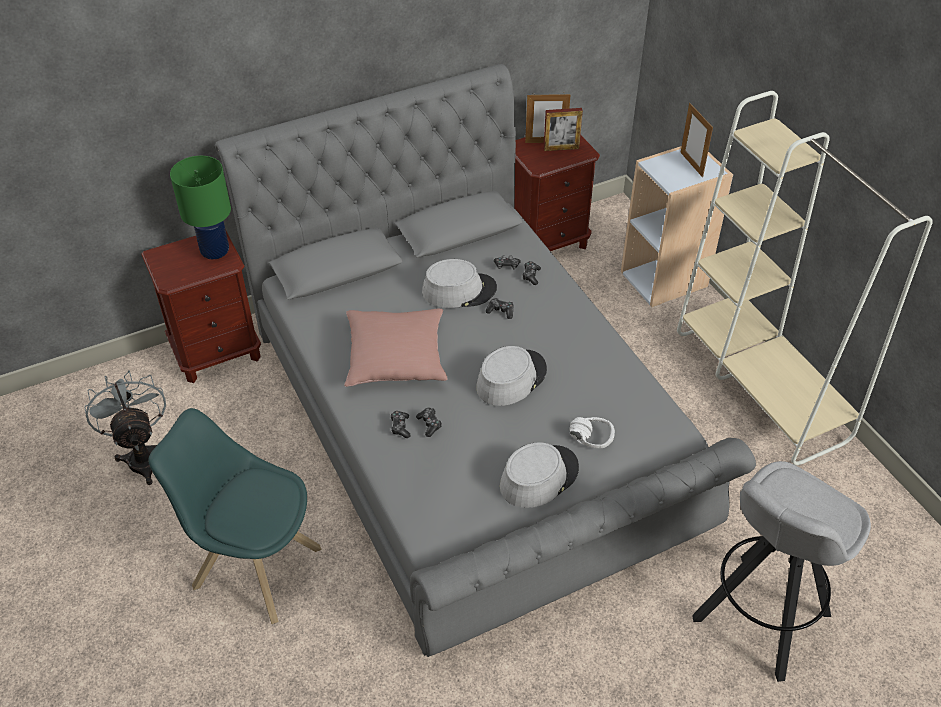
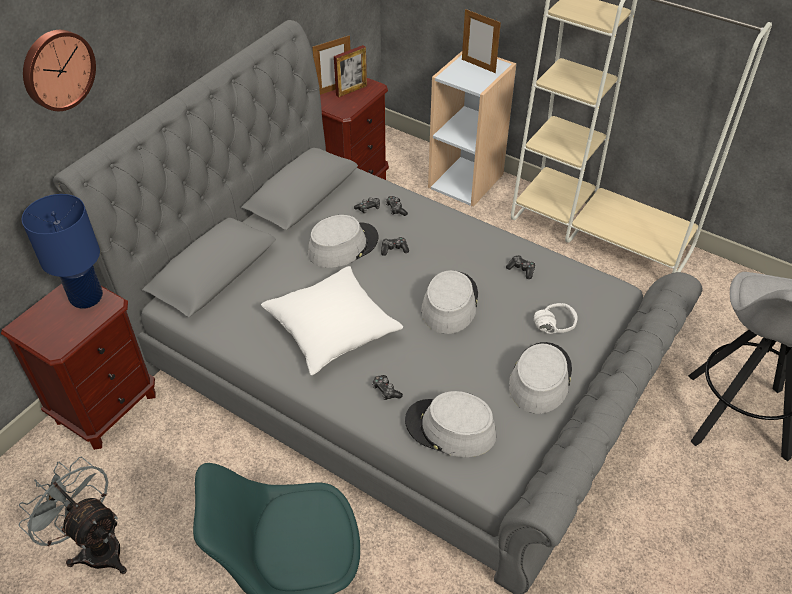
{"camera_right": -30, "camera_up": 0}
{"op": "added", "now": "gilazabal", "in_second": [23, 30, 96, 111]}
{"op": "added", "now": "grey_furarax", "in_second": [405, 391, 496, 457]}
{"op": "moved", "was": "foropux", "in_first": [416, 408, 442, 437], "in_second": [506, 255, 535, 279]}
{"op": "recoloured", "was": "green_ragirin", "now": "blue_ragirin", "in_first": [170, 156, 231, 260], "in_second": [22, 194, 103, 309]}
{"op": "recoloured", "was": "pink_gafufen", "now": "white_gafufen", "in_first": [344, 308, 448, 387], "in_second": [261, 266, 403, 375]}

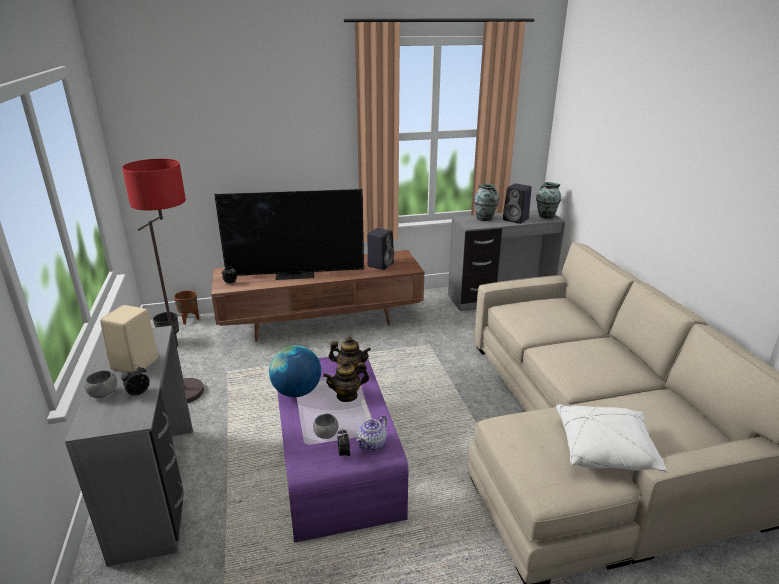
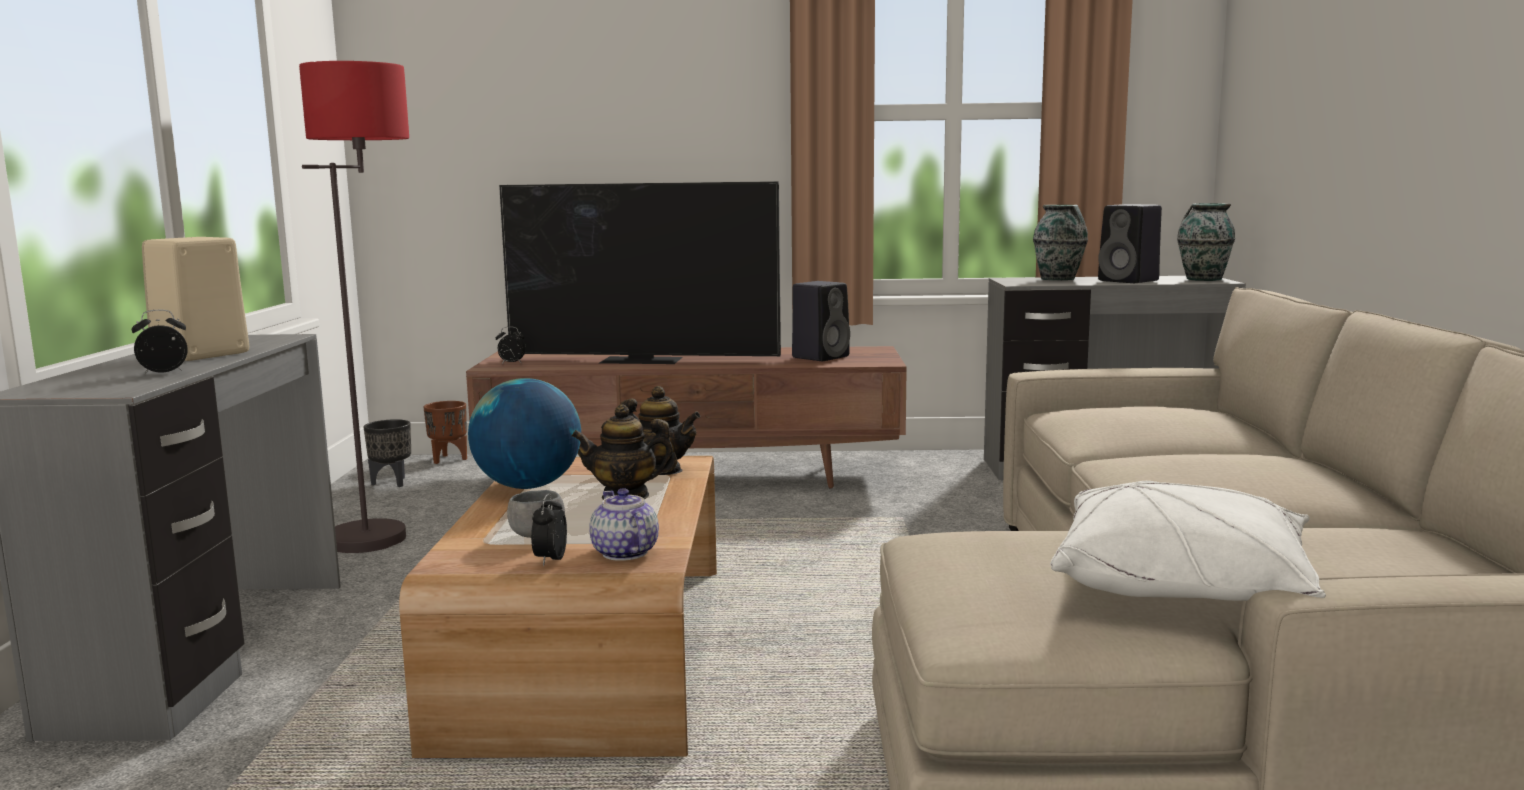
{"camera_right": 15, "camera_up": -15}
{"op": "removed", "was": "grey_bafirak", "in_first": [84, 371, 117, 398]}
{"op": "recoloured", "was": "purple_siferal", "now": "brown_siferal", "in_first": [277, 356, 408, 542], "in_second": [399, 456, 717, 758]}
{"op": "turned", "was": "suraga", "in_first": [356, 415, 387, 450], "in_second": [589, 488, 659, 561], "clockwise": 105}

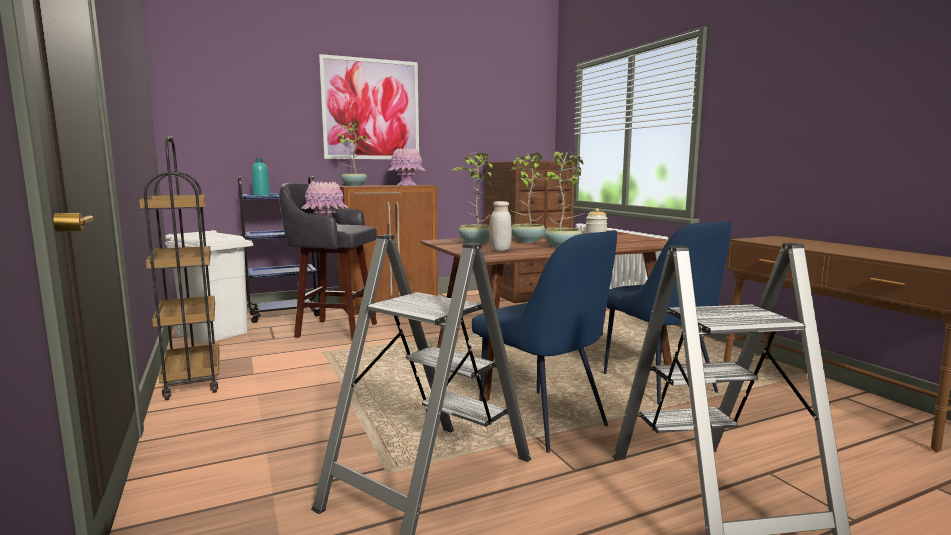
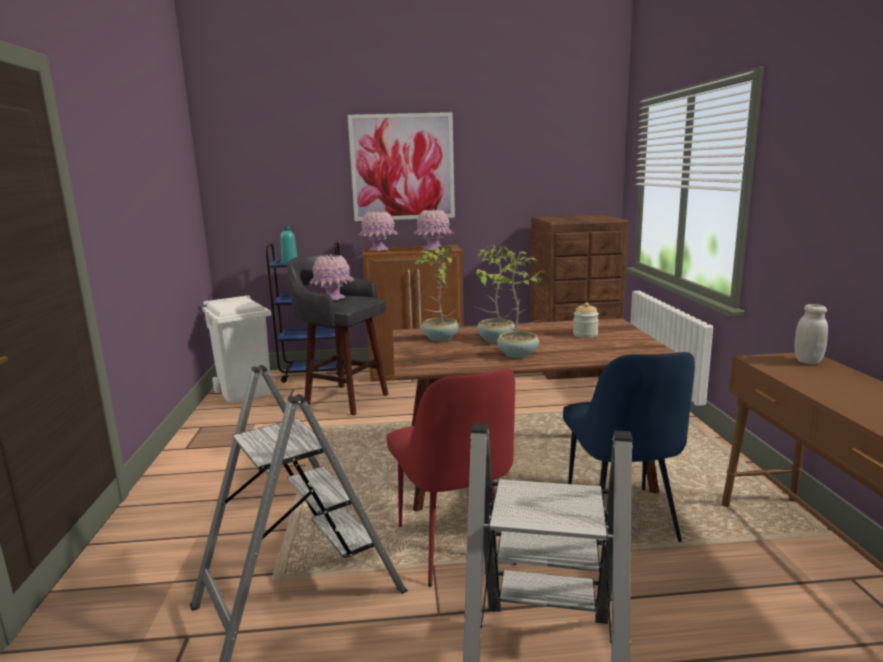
{"camera_right": 20, "camera_up": 5}
{"op": "removed", "was": "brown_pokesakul", "in_first": [139, 135, 219, 400]}
{"op": "moved", "was": "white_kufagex", "in_first": [489, 201, 512, 251], "in_second": [794, 304, 828, 364]}
{"op": "replaced", "was": "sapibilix", "now": "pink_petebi", "in_first": [337, 121, 367, 186], "in_second": [359, 211, 399, 251]}
{"op": "recoloured", "was": "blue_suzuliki", "now": "red_suzuliki", "in_first": [472, 230, 617, 453], "in_second": [387, 368, 517, 587]}

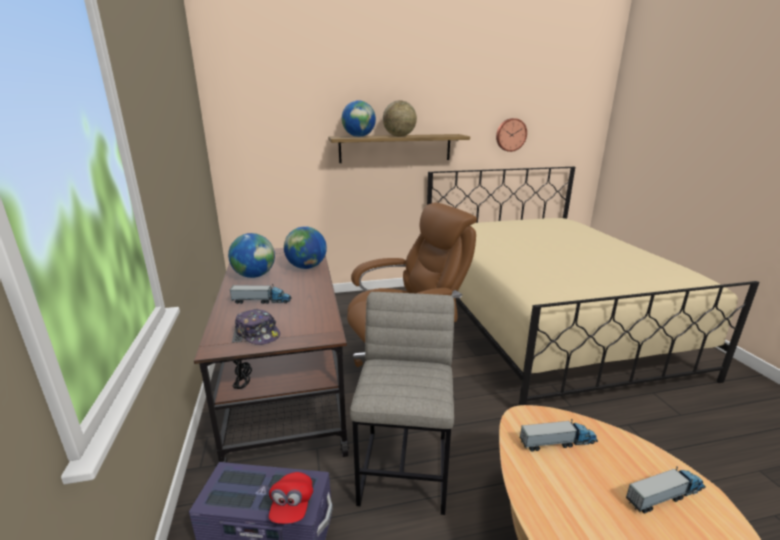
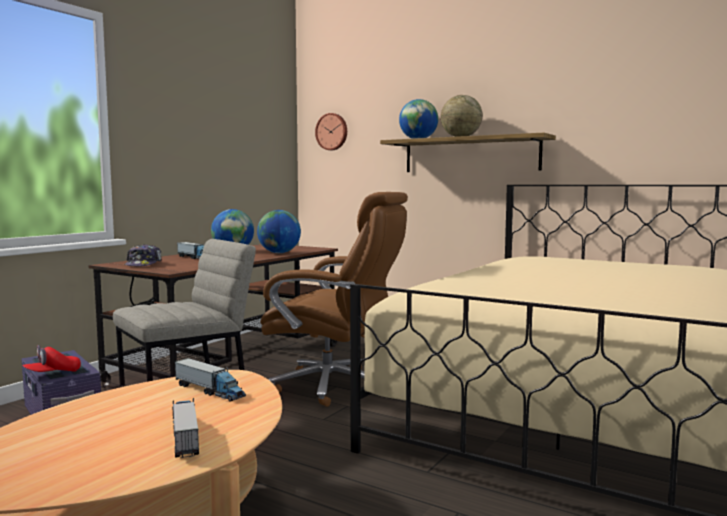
{"camera_right": 45, "camera_up": -15}
{"op": "moved", "was": "gilazabal", "in_first": [496, 118, 527, 152], "in_second": [315, 113, 347, 150]}
{"op": "turned", "was": "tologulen", "in_first": [626, 466, 706, 514], "in_second": [172, 398, 199, 458], "clockwise": -135}

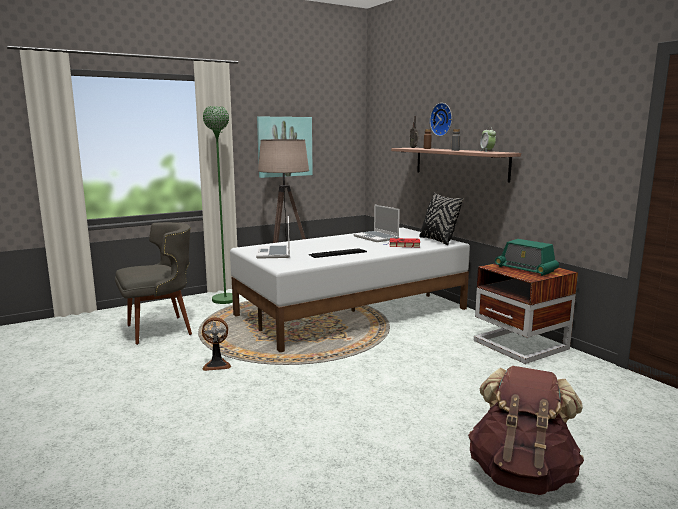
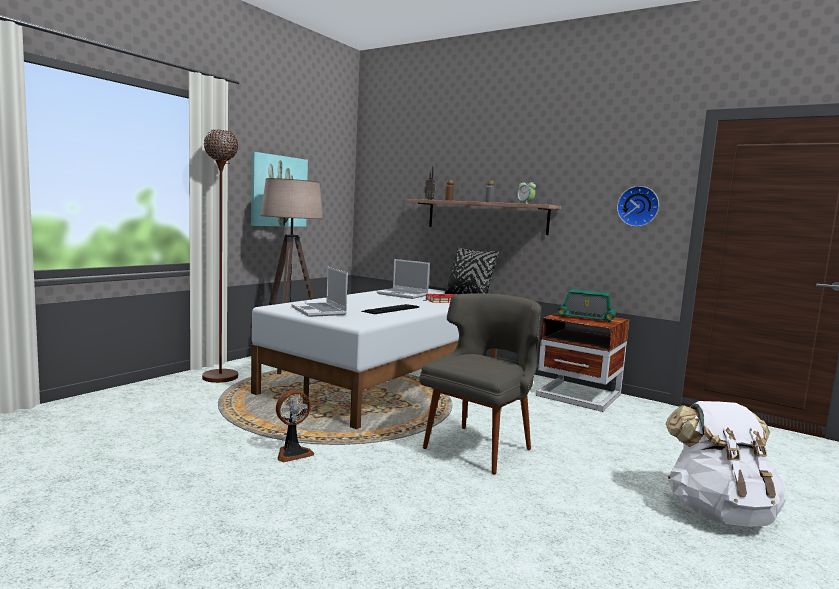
{"camera_right": -25, "camera_up": -5}
{"op": "moved", "was": "grey_suzuliki", "in_first": [115, 222, 192, 345], "in_second": [419, 293, 541, 474]}
{"op": "moved", "was": "gilazabal", "in_first": [430, 103, 452, 136], "in_second": [617, 186, 659, 227]}
{"op": "recoloured", "was": "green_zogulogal", "now": "brown_zogulogal", "in_first": [203, 106, 233, 304], "in_second": [202, 130, 238, 383]}
{"op": "recoloured", "was": "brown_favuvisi", "now": "white_favuvisi", "in_first": [468, 366, 584, 495], "in_second": [666, 401, 786, 527]}

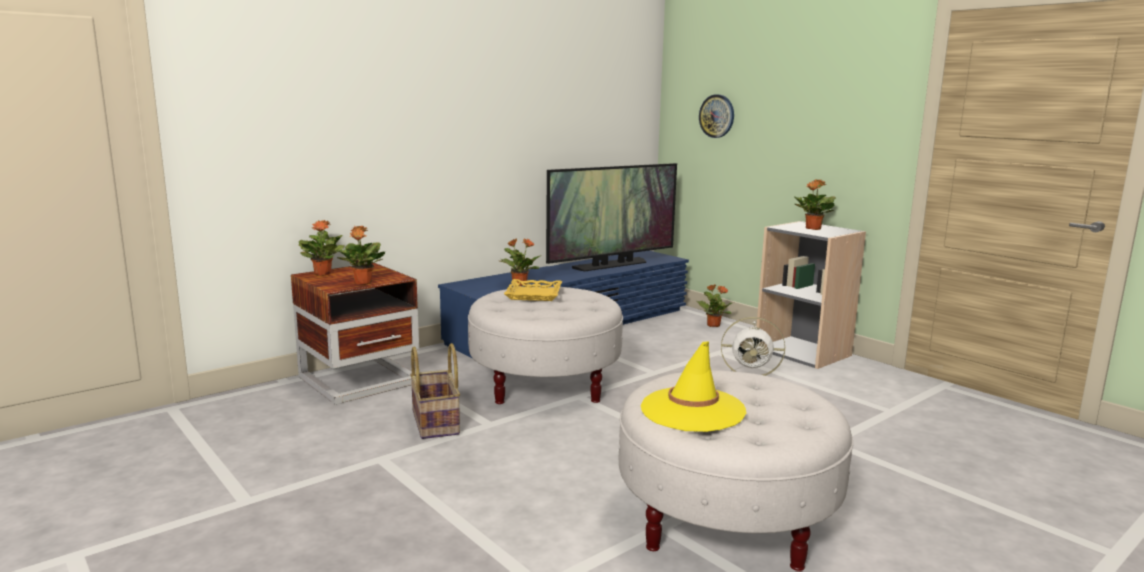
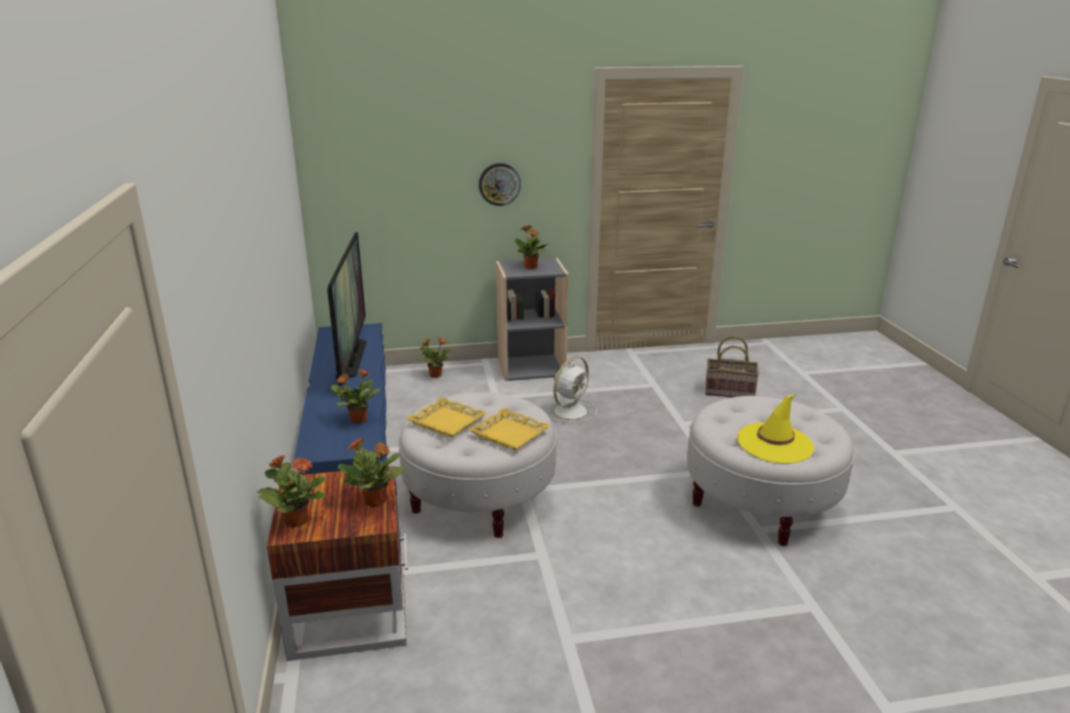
{"camera_right": -60, "camera_up": 10}
{"op": "added", "now": "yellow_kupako", "in_second": [468, 408, 551, 450]}
{"op": "moved", "was": "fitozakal", "in_first": [410, 343, 460, 439], "in_second": [705, 335, 759, 397]}
{"op": "moved", "was": "gilazabal", "in_first": [699, 94, 734, 138], "in_second": [479, 163, 521, 206]}

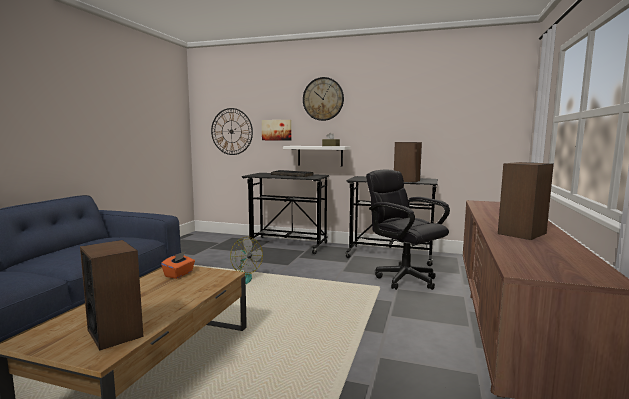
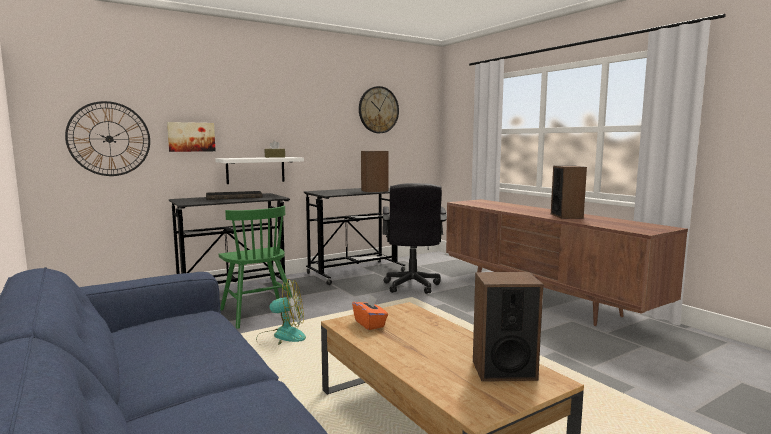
{"camera_right": -50, "camera_up": 0}
{"op": "added", "now": "green_suzuliki", "in_second": [219, 206, 301, 329]}
{"op": "moved", "was": "gilazabal", "in_first": [303, 77, 344, 121], "in_second": [359, 86, 399, 133]}
{"op": "turned", "was": "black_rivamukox", "in_first": [366, 169, 450, 290], "in_second": [382, 183, 447, 294], "clockwise": -90}

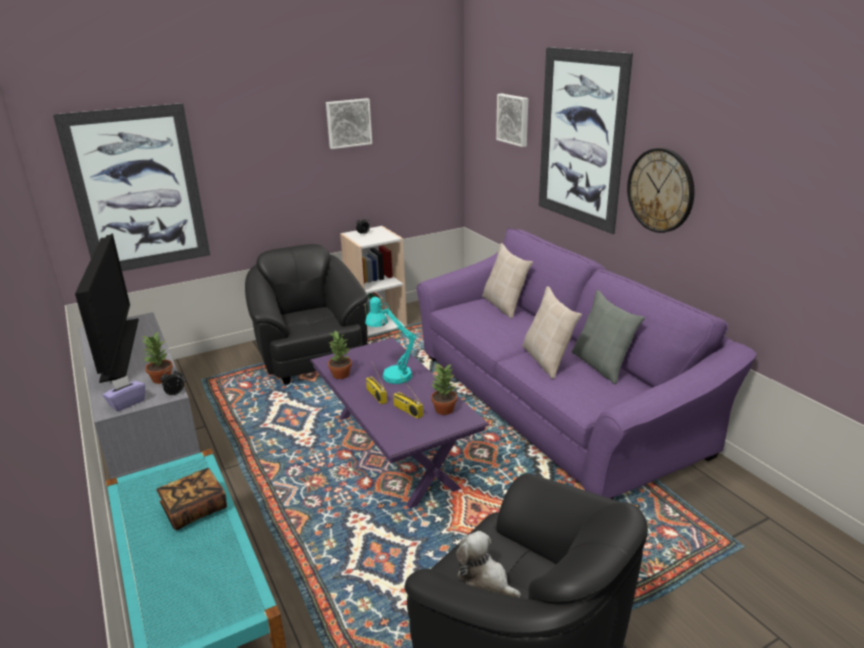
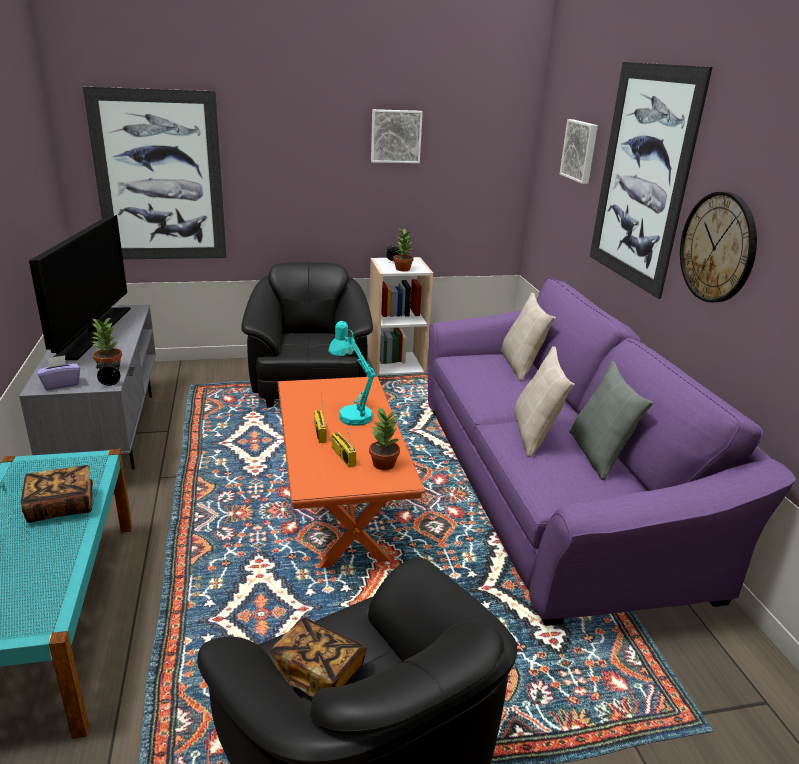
{"camera_right": 15, "camera_up": 0}
{"op": "moved", "was": "sapibilix", "in_first": [328, 330, 352, 379], "in_second": [393, 228, 414, 271]}
{"op": "replaced", "was": "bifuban", "now": "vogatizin", "in_first": [456, 531, 521, 598], "in_second": [270, 618, 367, 698]}
{"op": "recoloured", "was": "purple_siferal", "now": "orange_siferal", "in_first": [310, 338, 489, 509], "in_second": [278, 376, 425, 568]}

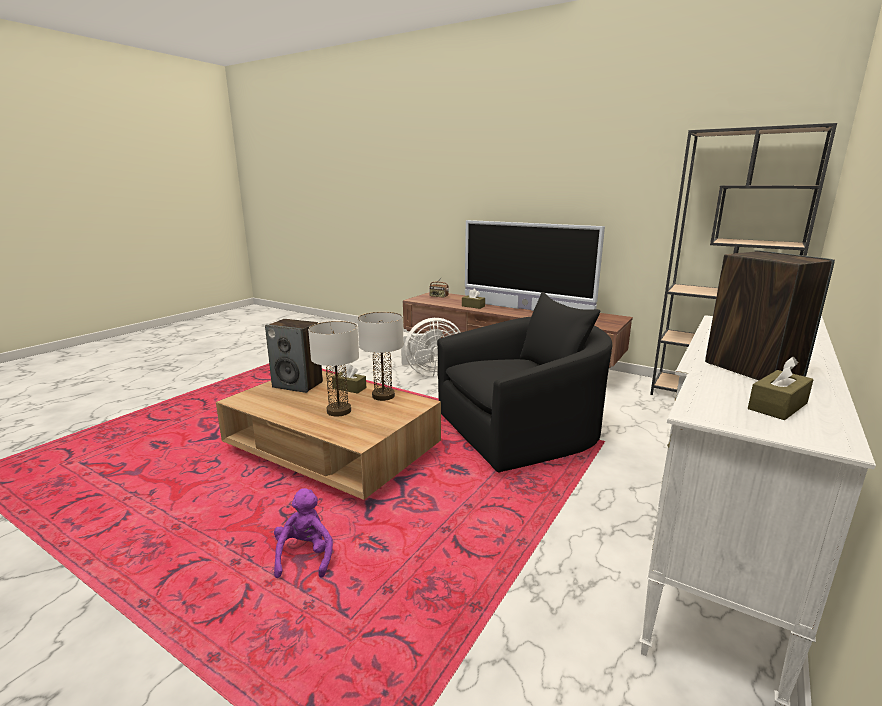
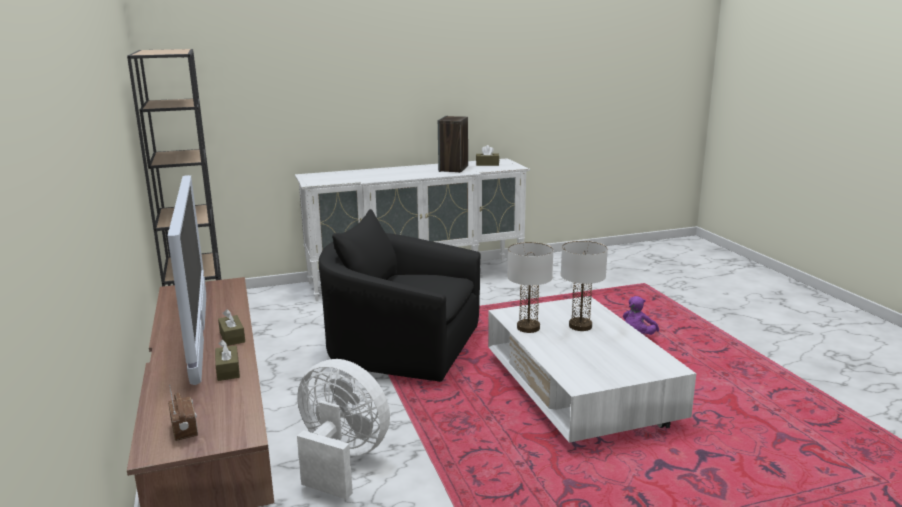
{"camera_right": -140, "camera_up": 0}
{"op": "removed", "was": "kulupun", "in_first": [265, 319, 323, 393]}
{"op": "moved", "was": "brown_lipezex", "in_first": [332, 364, 366, 394], "in_second": [218, 309, 245, 346]}
{"op": "recoloured", "was": "brown_siferal", "now": "white_siferal", "in_first": [216, 371, 441, 500], "in_second": [488, 296, 696, 443]}

